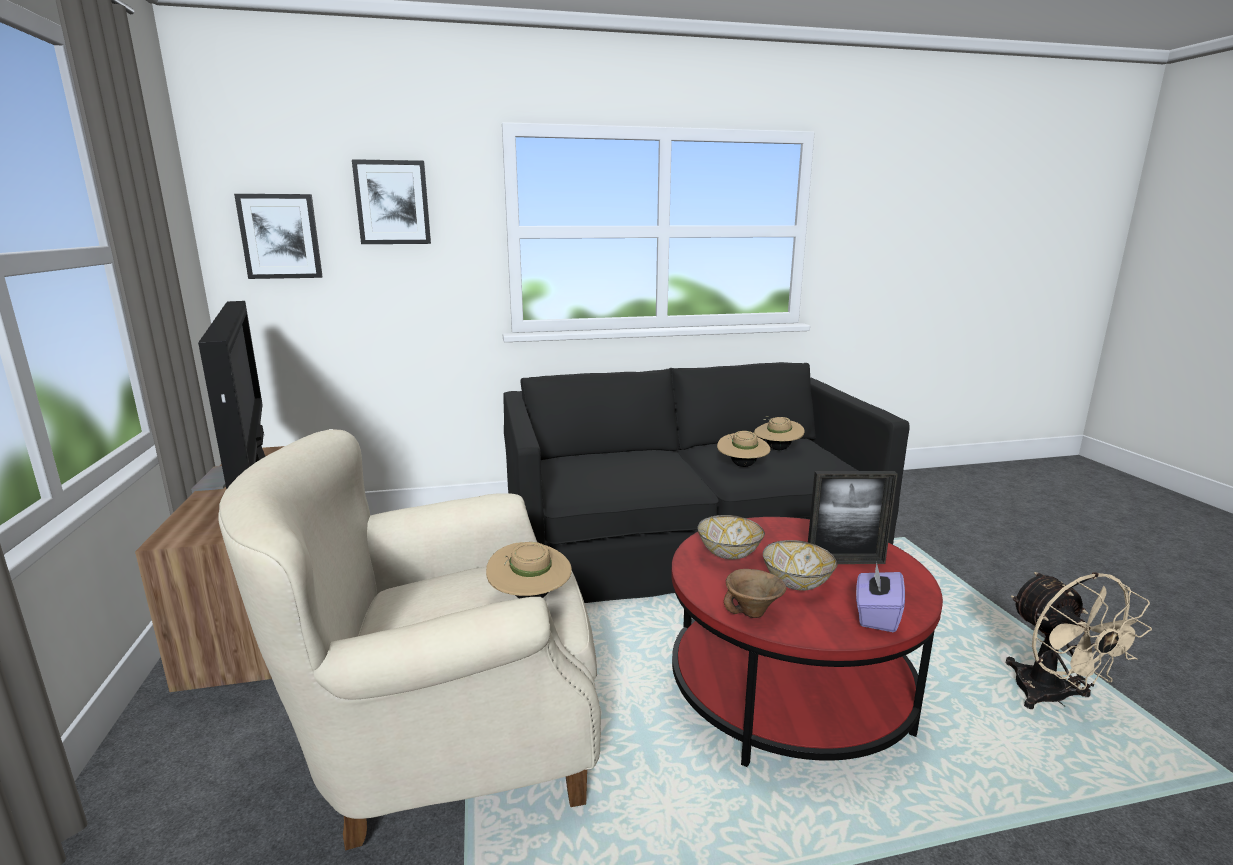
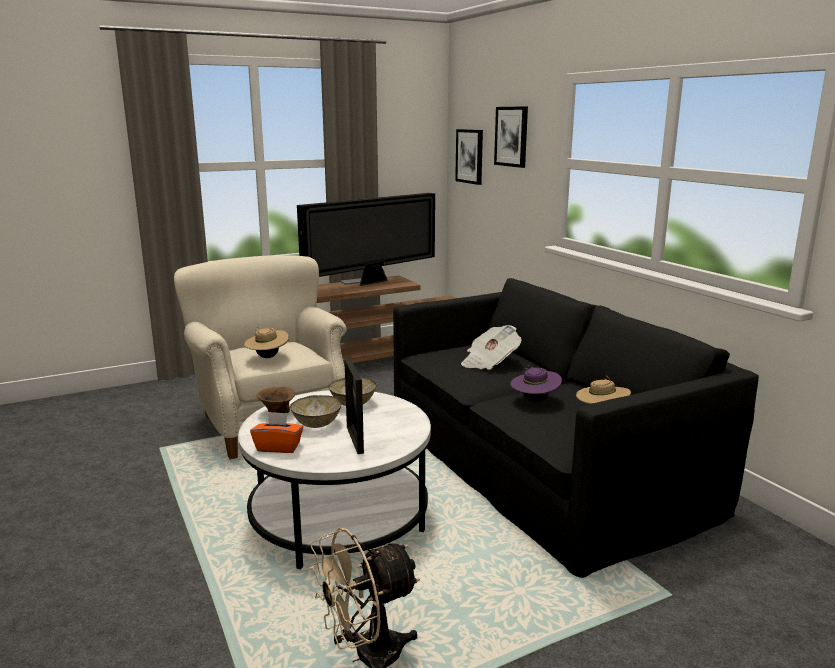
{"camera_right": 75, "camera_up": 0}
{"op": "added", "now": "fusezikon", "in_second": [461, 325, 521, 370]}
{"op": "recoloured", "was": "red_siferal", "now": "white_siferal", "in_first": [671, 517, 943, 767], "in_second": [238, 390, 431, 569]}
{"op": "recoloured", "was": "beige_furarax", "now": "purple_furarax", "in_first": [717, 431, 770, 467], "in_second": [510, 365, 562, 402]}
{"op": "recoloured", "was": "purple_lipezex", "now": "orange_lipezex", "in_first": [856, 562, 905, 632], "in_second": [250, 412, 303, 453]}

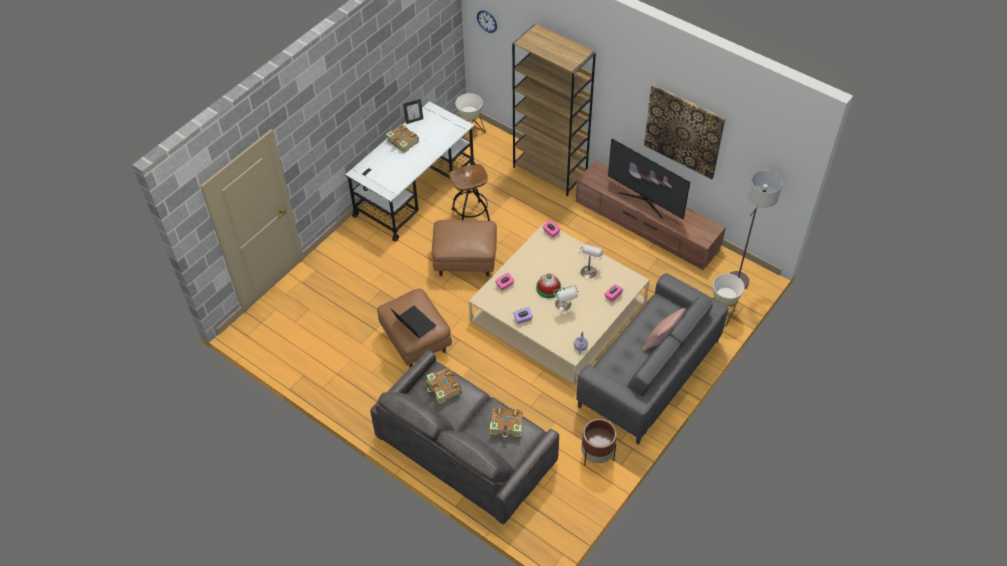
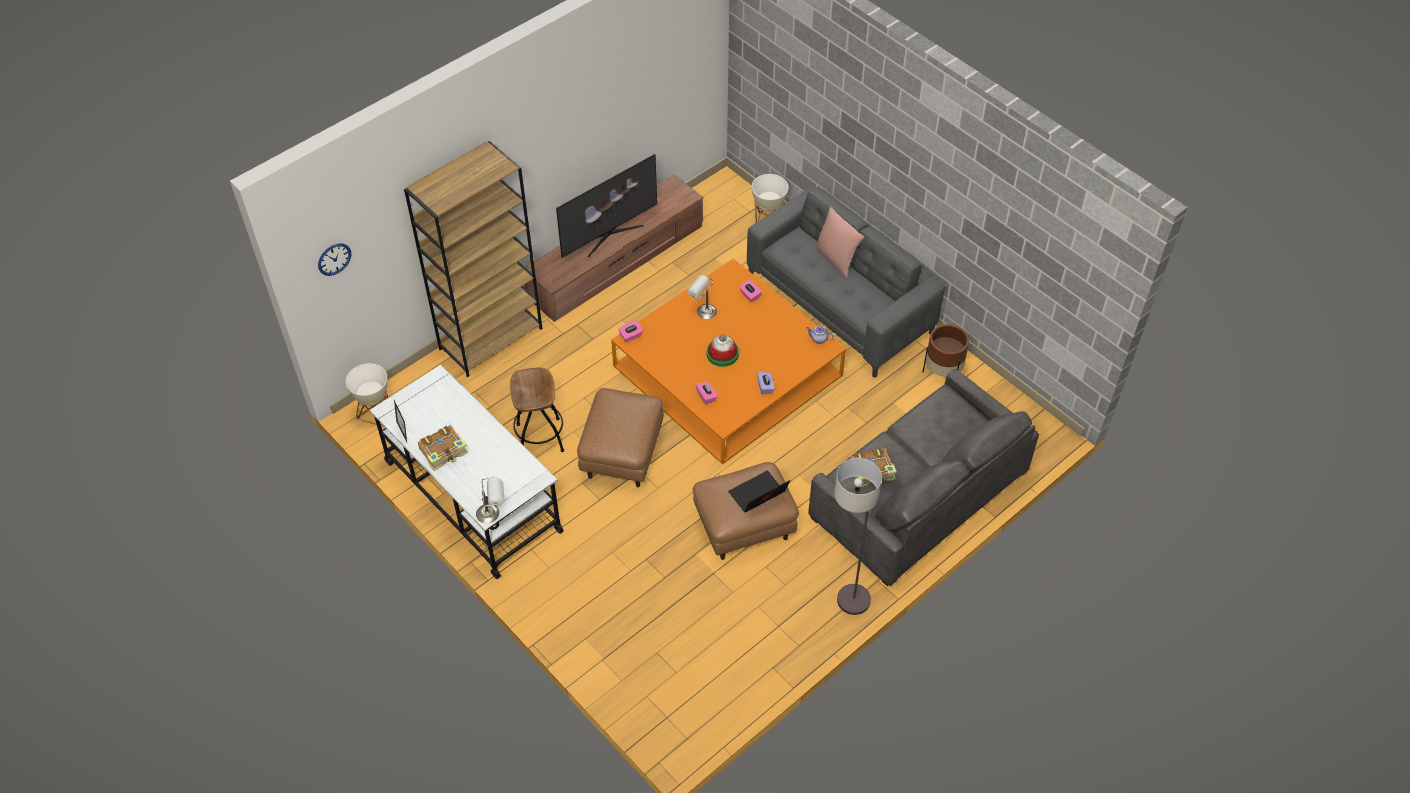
{"camera_right": -80, "camera_up": 0}
{"op": "removed", "was": "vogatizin", "in_first": [490, 408, 522, 437]}
{"op": "removed", "was": "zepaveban", "in_first": [644, 85, 725, 179]}
{"op": "moved", "was": "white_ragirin", "in_first": [553, 285, 578, 310], "in_second": [476, 477, 504, 523]}
{"op": "moved", "was": "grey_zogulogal", "in_first": [729, 171, 782, 290], "in_second": [834, 458, 882, 615]}
{"op": "recoloured", "was": "beige_siferal", "now": "orange_siferal", "in_first": [469, 222, 649, 385], "in_second": [611, 259, 846, 464]}

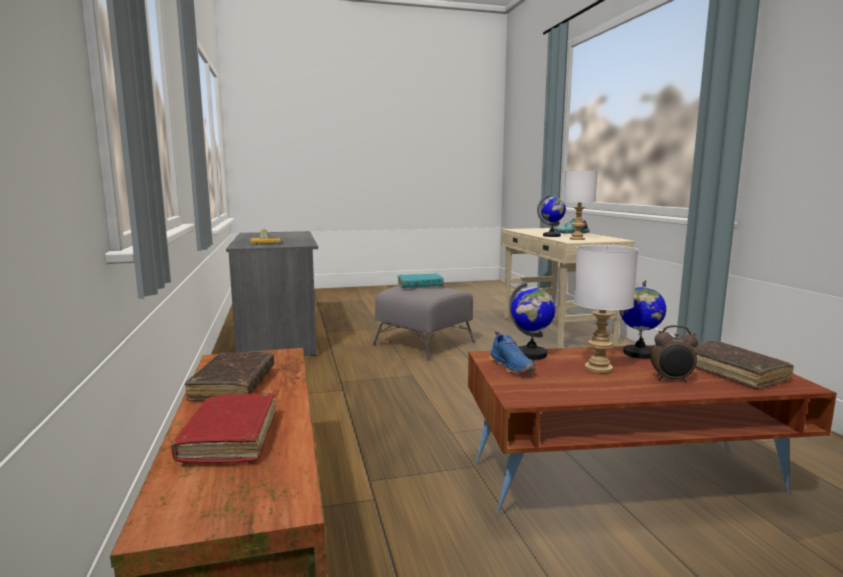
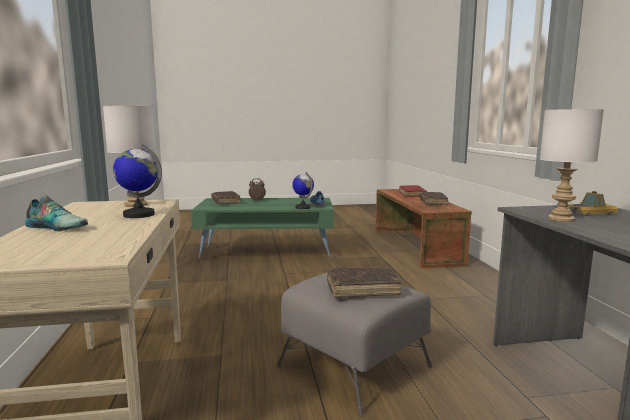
{"camera_right": -175, "camera_up": 0}
{"op": "removed", "was": "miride", "in_first": [619, 280, 666, 359]}
{"op": "moved", "was": "white_ragirin", "in_first": [574, 245, 638, 374], "in_second": [540, 109, 604, 222]}
{"op": "recoloured", "was": "turquoise_vogatizin", "now": "brown_vogatizin", "in_first": [398, 273, 444, 288], "in_second": [327, 267, 402, 298]}
{"op": "recoloured", "was": "brown_siferal", "now": "green_siferal", "in_first": [468, 344, 837, 516], "in_second": [191, 198, 334, 259]}

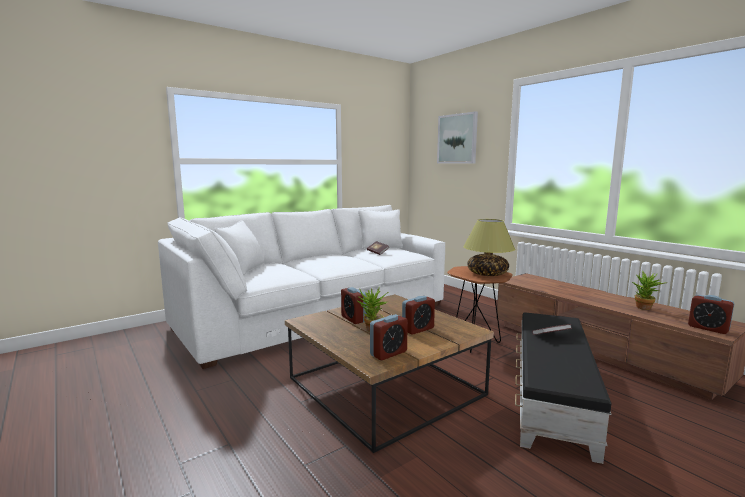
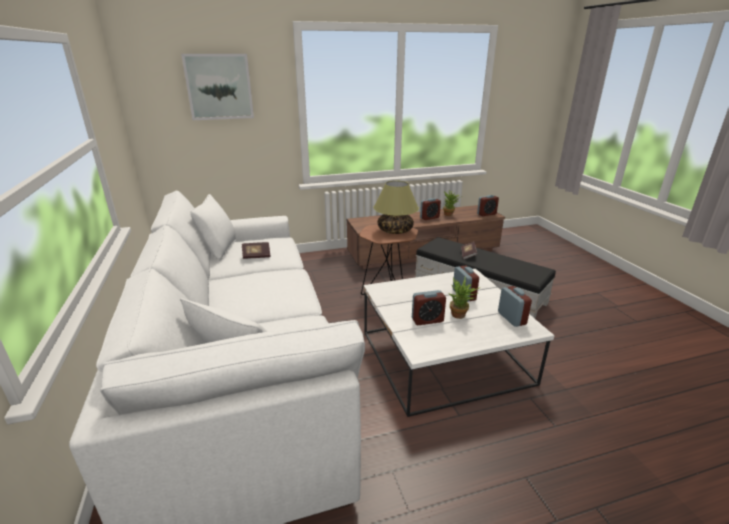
{"camera_right": -70, "camera_up": 15}
{"op": "added", "now": "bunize", "in_second": [420, 198, 441, 220]}
{"op": "recoloured", "was": "brown_siferal", "now": "white_siferal", "in_first": [285, 294, 494, 453], "in_second": [364, 269, 554, 417]}

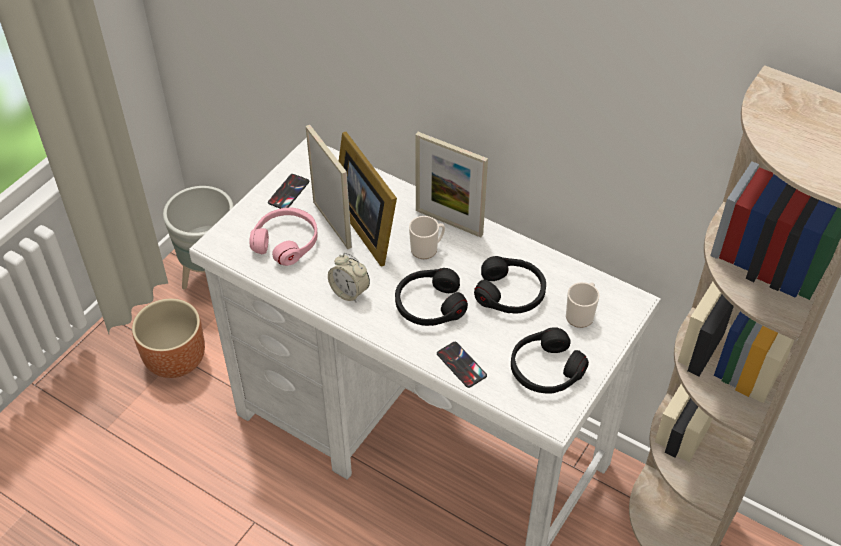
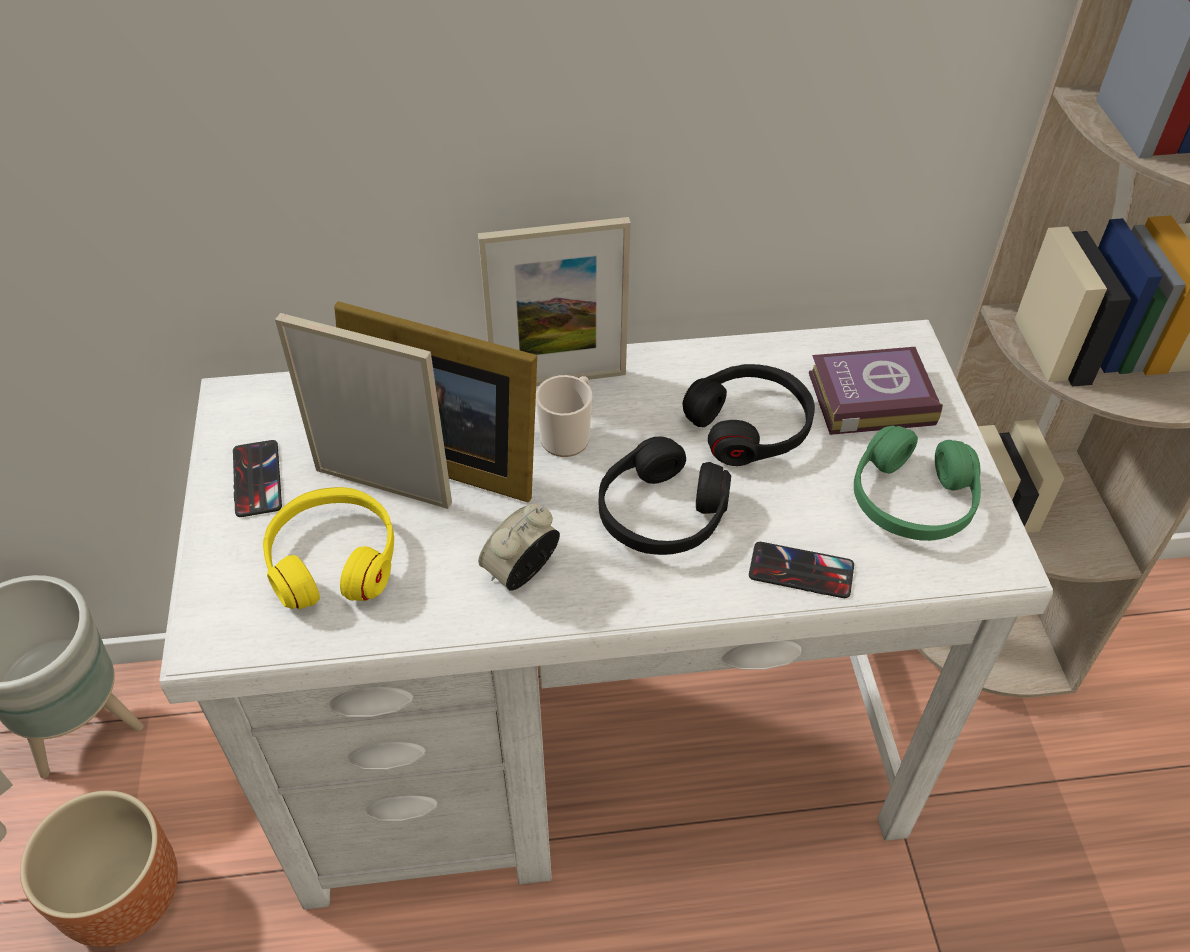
{"camera_right": -40, "camera_up": 0}
{"op": "replaced", "was": "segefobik", "now": "vogatizin", "in_first": [566, 282, 599, 328], "in_second": [809, 347, 943, 435]}
{"op": "recoloured", "was": "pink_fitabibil", "now": "yellow_fitabibil", "in_first": [250, 208, 318, 266], "in_second": [263, 487, 394, 609]}
{"op": "recoloured", "was": "black_fitabibil", "now": "green_fitabibil", "in_first": [511, 327, 589, 393], "in_second": [854, 426, 981, 541]}
{"op": "turned", "was": "bunize", "in_first": [328, 253, 370, 303], "in_second": [478, 504, 560, 591], "clockwise": 135}

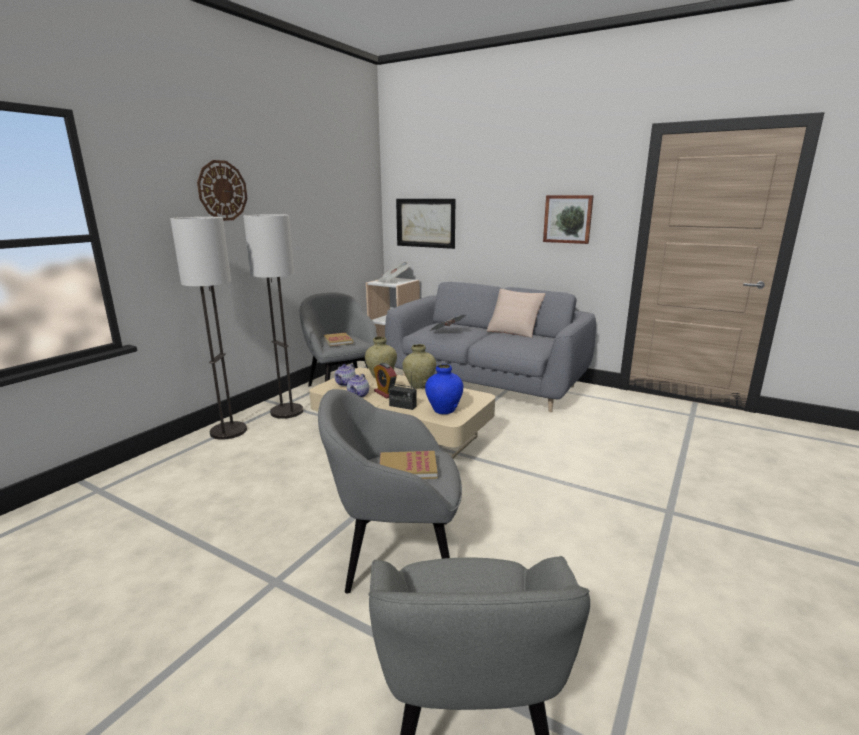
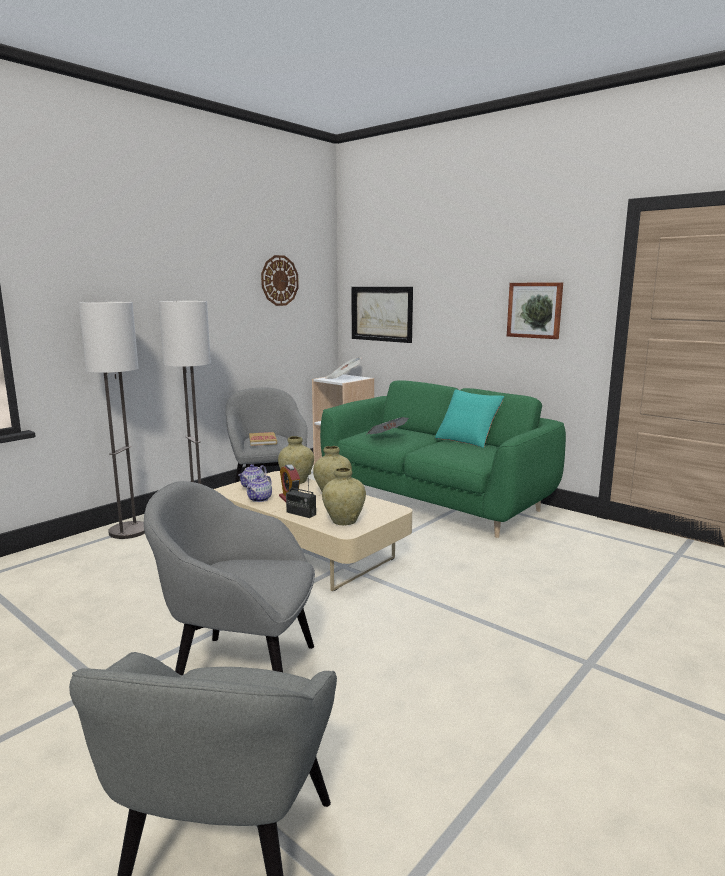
{"camera_right": 10, "camera_up": -5}
{"op": "removed", "was": "vogatizin", "in_first": [380, 451, 438, 479]}
{"op": "moved", "was": "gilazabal", "in_first": [197, 160, 247, 221], "in_second": [261, 255, 299, 306]}
{"op": "recoloured", "was": "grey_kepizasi", "now": "green_kepizasi", "in_first": [385, 282, 596, 412], "in_second": [320, 380, 566, 538]}
{"op": "recoloured", "was": "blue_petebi", "now": "beige_petebi", "in_first": [425, 364, 463, 414], "in_second": [322, 467, 366, 525]}
{"op": "recoloured", "was": "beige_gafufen", "now": "turquoise_gafufen", "in_first": [487, 289, 545, 338], "in_second": [435, 390, 504, 448]}

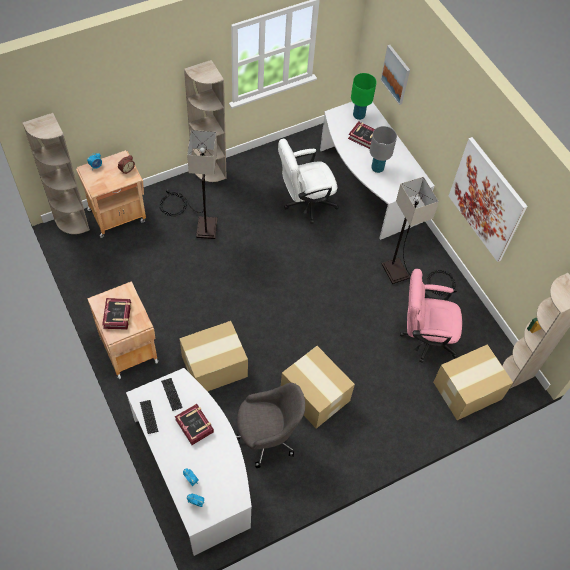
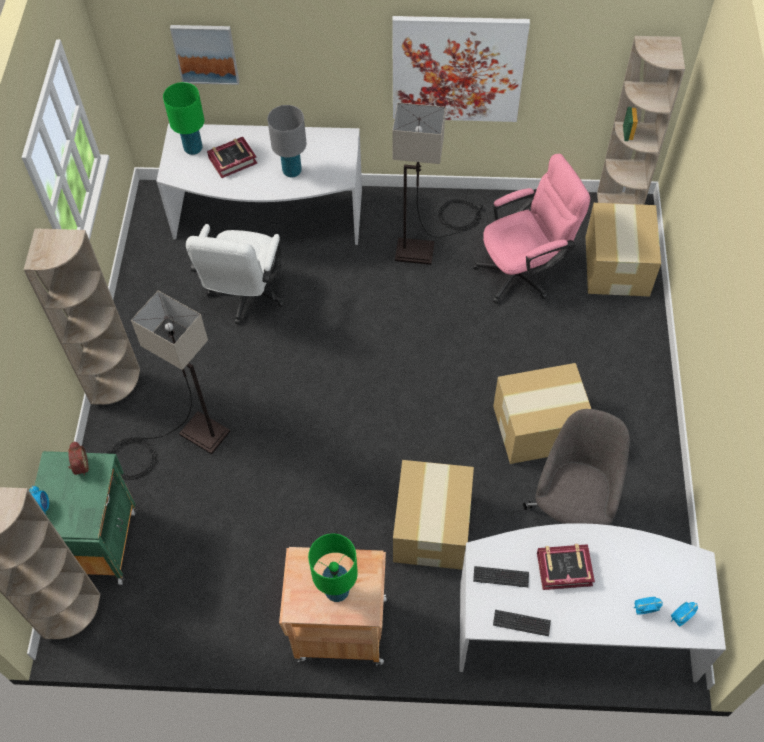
{"camera_right": -55, "camera_up": 0}
{"op": "replaced", "was": "vogatizin", "now": "green_ragirin", "in_first": [102, 298, 131, 330], "in_second": [308, 533, 358, 602]}
{"op": "recoloured", "was": "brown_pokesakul", "now": "green_pokesakul", "in_first": [76, 150, 146, 238], "in_second": [34, 451, 137, 585]}
{"op": "turned", "was": "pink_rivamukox", "in_first": [400, 269, 462, 363], "in_second": [473, 154, 590, 304], "clockwise": -150}

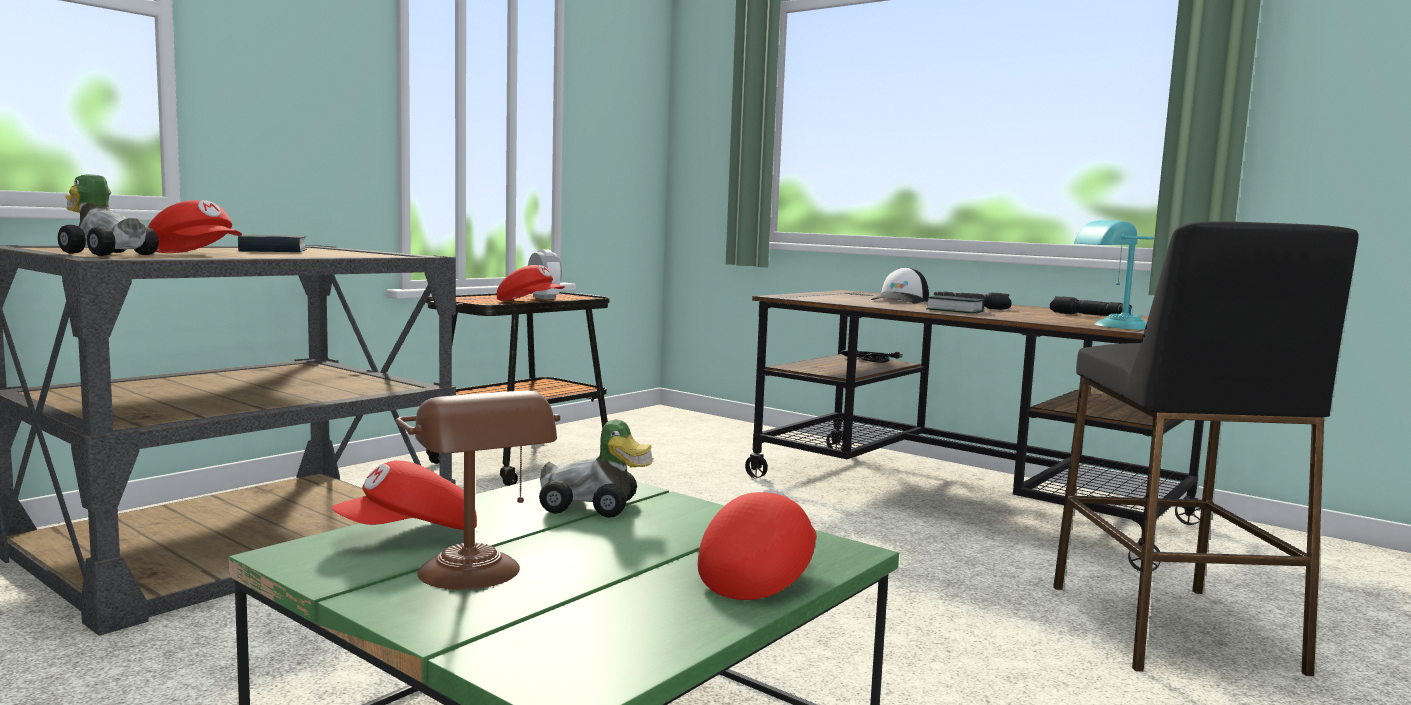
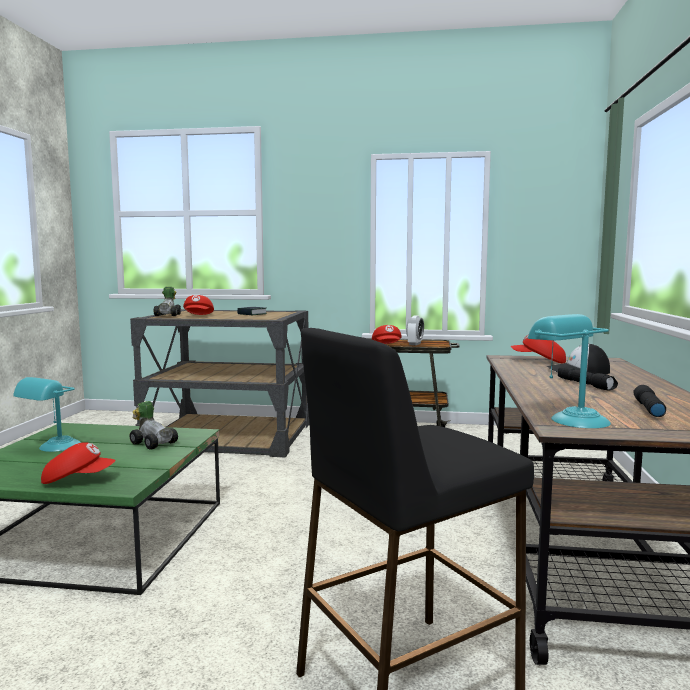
{"camera_right": 60, "camera_up": 0}
{"op": "removed", "was": "vogatizin", "in_first": [926, 295, 984, 314]}
{"op": "moved", "was": "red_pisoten", "in_first": [331, 461, 477, 530], "in_second": [511, 334, 566, 363]}
{"op": "recoloured", "was": "brown_ragirin", "now": "turquoise_ragirin", "in_first": [396, 390, 560, 590], "in_second": [13, 377, 81, 452]}
{"op": "turned", "was": "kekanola", "in_first": [539, 419, 654, 518], "in_second": [129, 401, 178, 449], "clockwise": 150}

